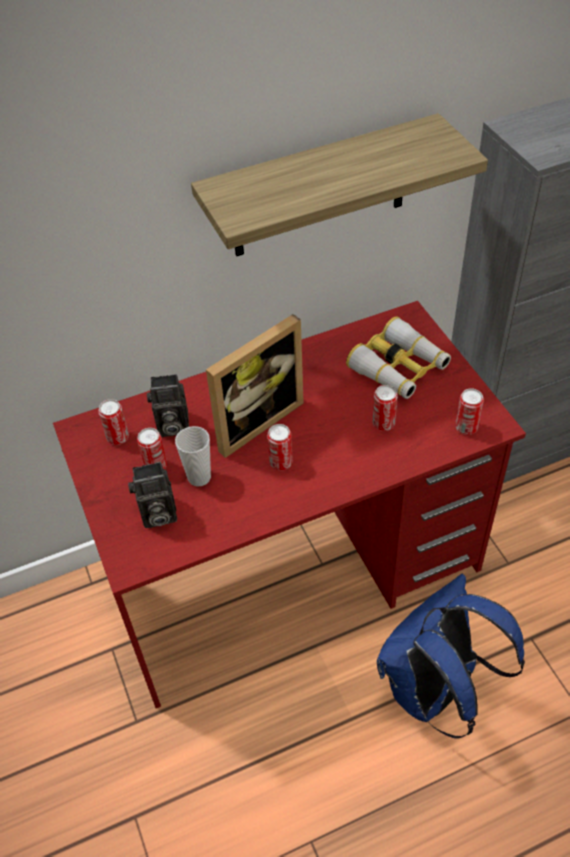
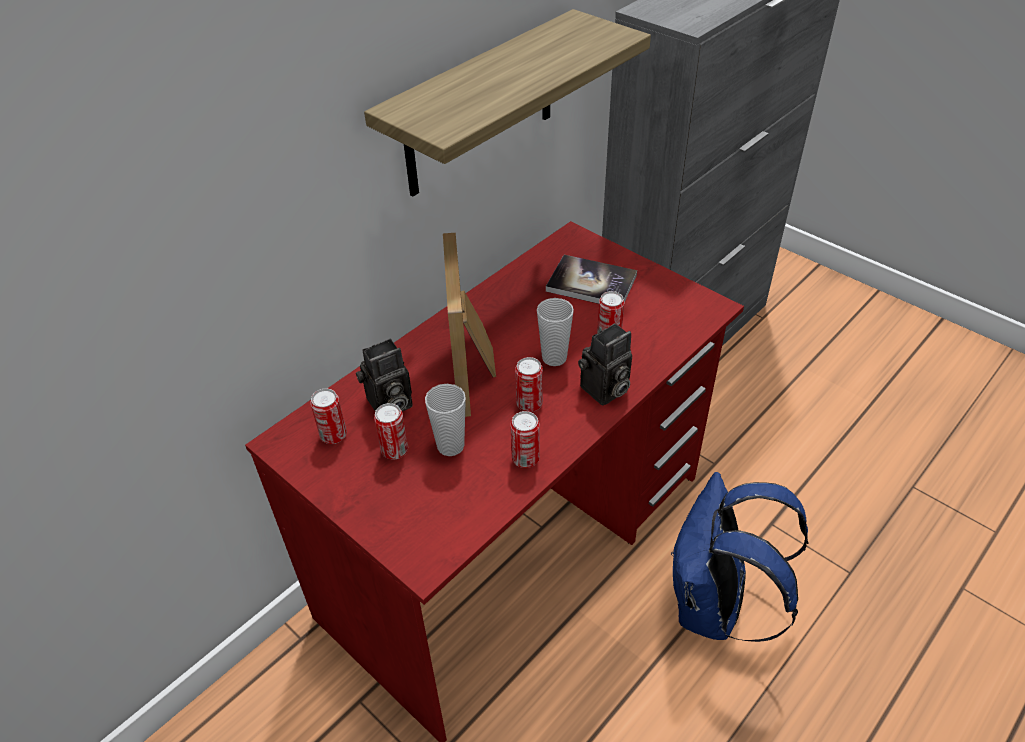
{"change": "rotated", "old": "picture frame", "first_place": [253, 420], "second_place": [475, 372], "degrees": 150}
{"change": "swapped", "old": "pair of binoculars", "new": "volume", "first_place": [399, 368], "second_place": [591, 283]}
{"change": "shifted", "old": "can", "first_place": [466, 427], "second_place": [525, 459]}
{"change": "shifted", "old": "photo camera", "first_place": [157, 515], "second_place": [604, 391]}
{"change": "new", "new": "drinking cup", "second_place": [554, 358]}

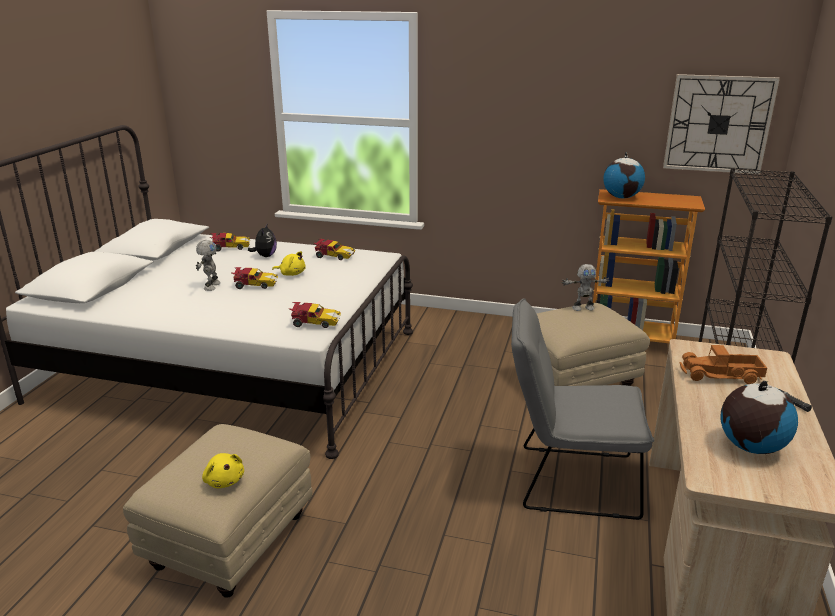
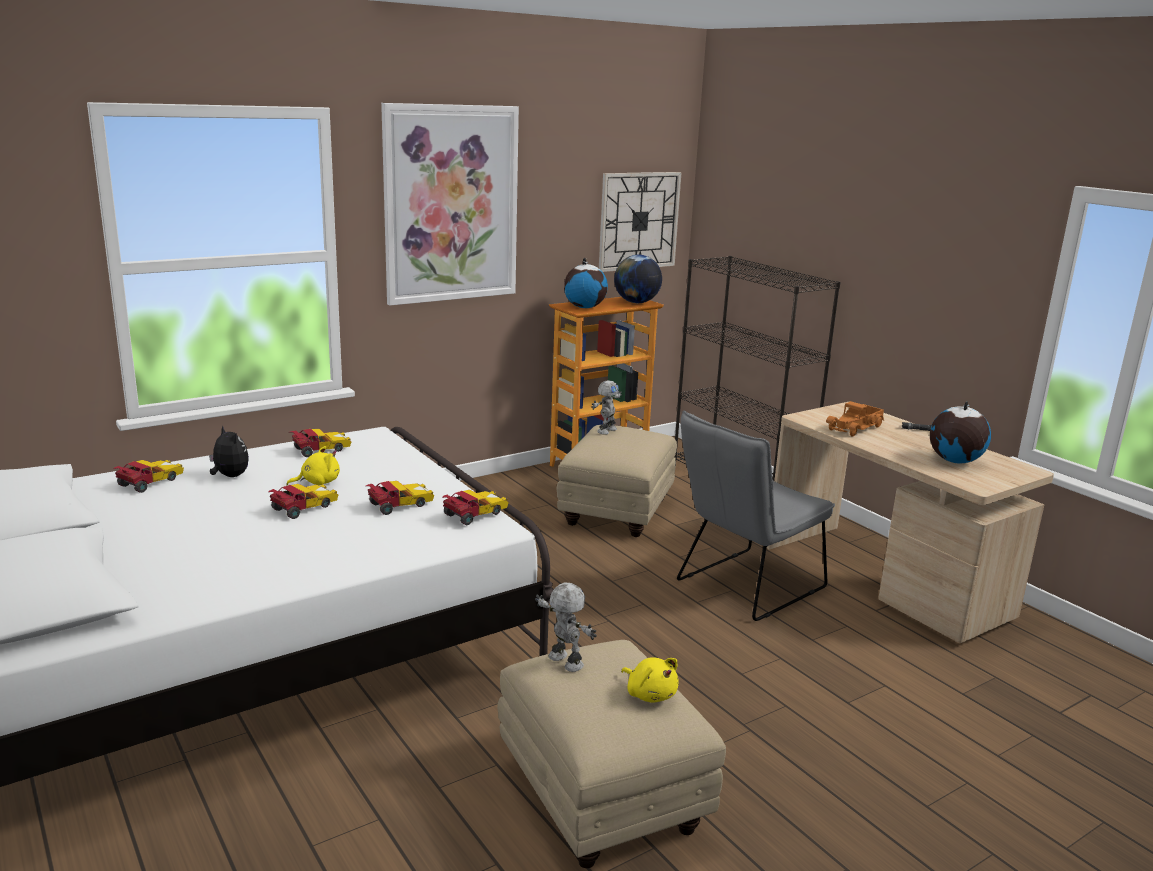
{"change": "shifted", "old": "toy robot", "first_place": [211, 286], "second_place": [564, 662]}
{"change": "rotated", "old": "yellow-coloured soft toy", "first_place": [224, 480], "second_place": [650, 694], "degrees": 45}
{"change": "new", "new": "wall art", "second_place": [451, 204]}
{"change": "new", "new": "desk globe", "second_place": [636, 302]}
{"change": "new", "new": "toy car", "second_place": [399, 505]}

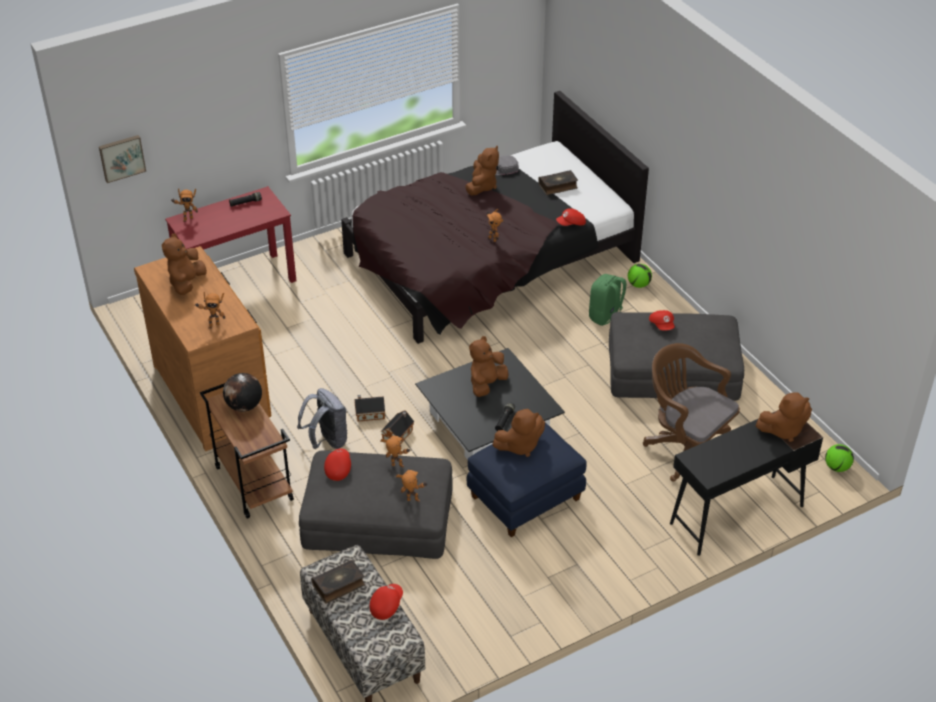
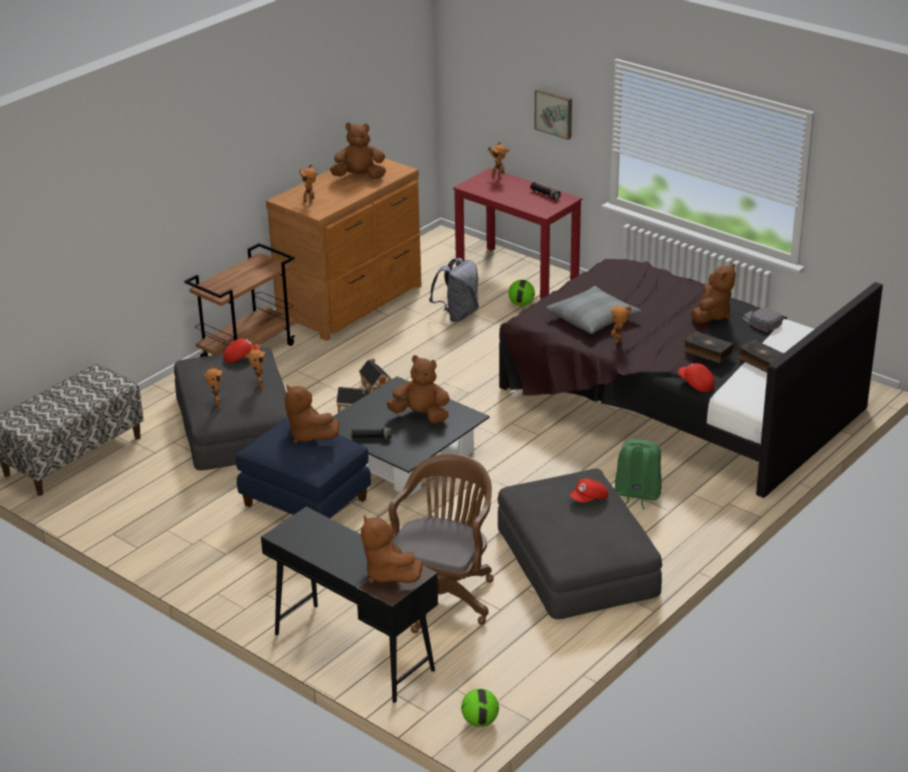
{"change": "shifted", "old": "wall art", "first_place": [121, 157], "second_place": [554, 113]}
{"change": "rotated", "old": "brown-coloured soft toy", "first_place": [482, 186], "second_place": [712, 315], "degrees": -60}
{"change": "shifted", "old": "football", "first_place": [638, 285], "second_place": [521, 304]}
{"change": "gone", "old": "desk globe", "first_place": [244, 406]}
{"change": "shifted", "old": "grey backpack", "first_place": [327, 441], "second_place": [457, 314]}
{"change": "shifted", "old": "volume", "first_place": [339, 585], "second_place": [707, 352]}
{"change": "gone", "old": "reddish baseball cap", "first_place": [386, 605]}
{"change": "new", "new": "grey pillow", "second_place": [593, 318]}

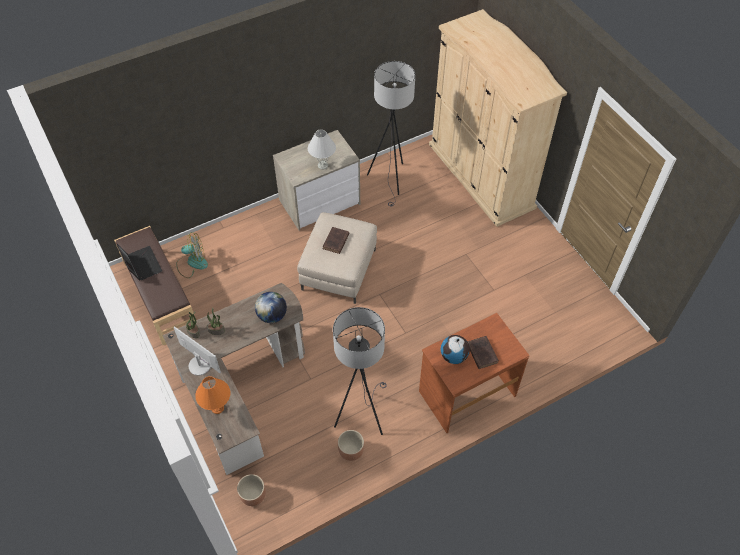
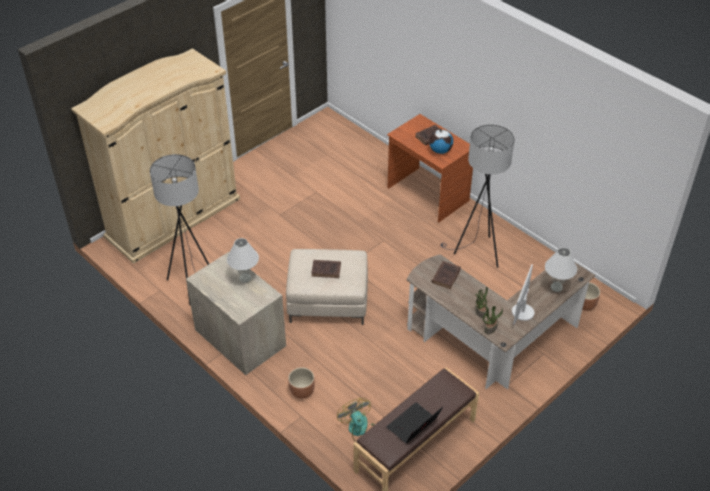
{"change": "swapped", "old": "desk globe", "new": "brown-coloured volume", "first_place": [272, 315], "second_place": [446, 276]}
{"change": "repainted", "old": "orange-coloured tabletop lamp", "new": "whitish tabletop lamp", "first_place": [217, 407], "second_place": [556, 287]}
{"change": "shifted", "old": "brown-coloured plant pot", "first_place": [351, 451], "second_place": [301, 391]}

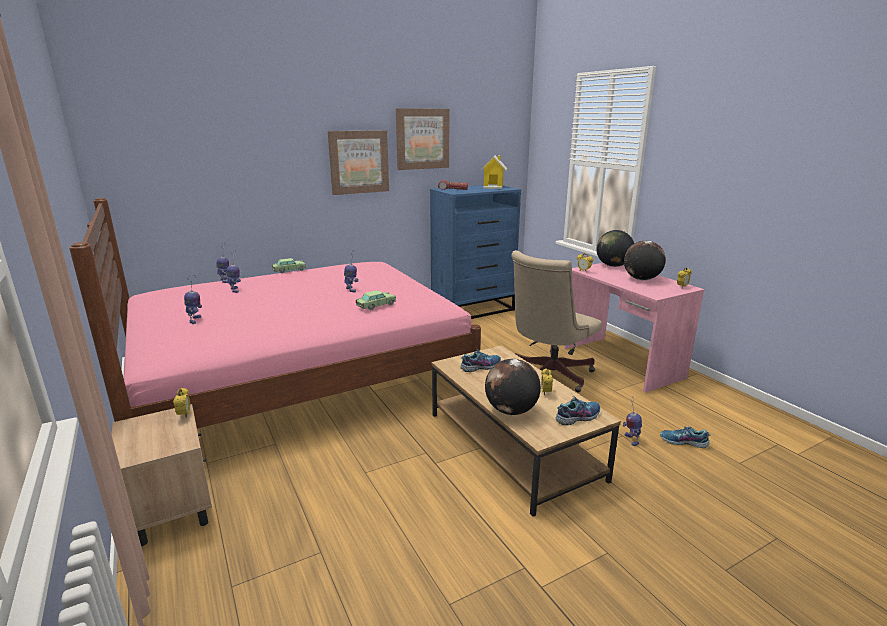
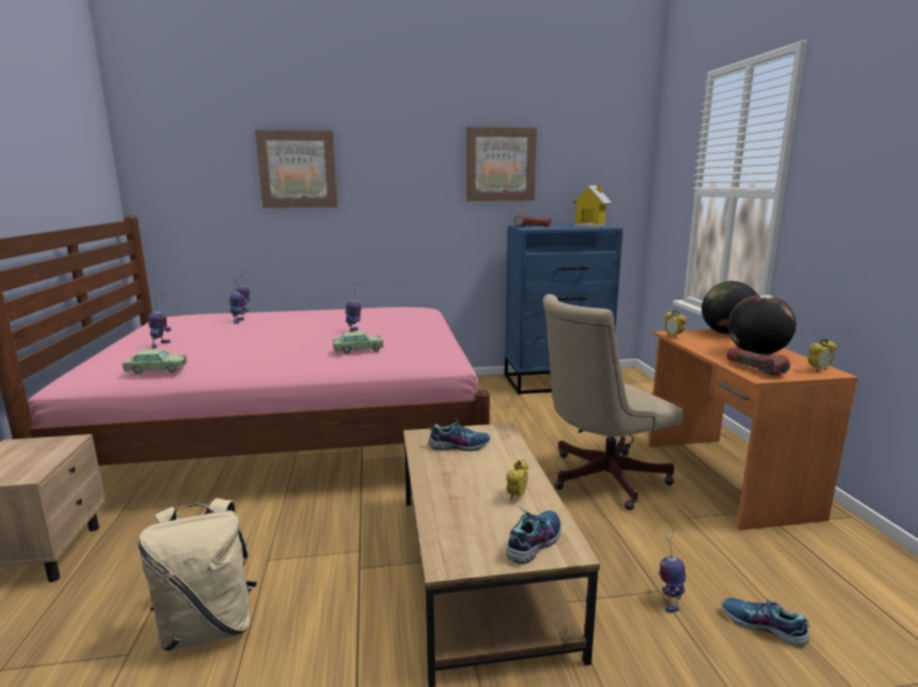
{"change": "shifted", "old": "wall art", "first_place": [359, 162], "second_place": [297, 169]}
{"change": "shifted", "old": "toy car", "first_place": [289, 270], "second_place": [157, 371]}
{"change": "repainted", "old": "pink desk", "new": "orange-coloured desk", "first_place": [621, 362], "second_place": [725, 478]}
{"change": "gone", "old": "desk globe", "first_place": [511, 411]}
{"change": "gone", "old": "table clock", "first_place": [184, 415]}
{"change": "rotated", "old": "shoe", "first_place": [577, 417], "second_place": [533, 542], "degrees": -45}
{"change": "new", "new": "hand torch", "second_place": [755, 369]}
{"change": "new", "new": "beige-coloured backpack", "second_place": [209, 627]}

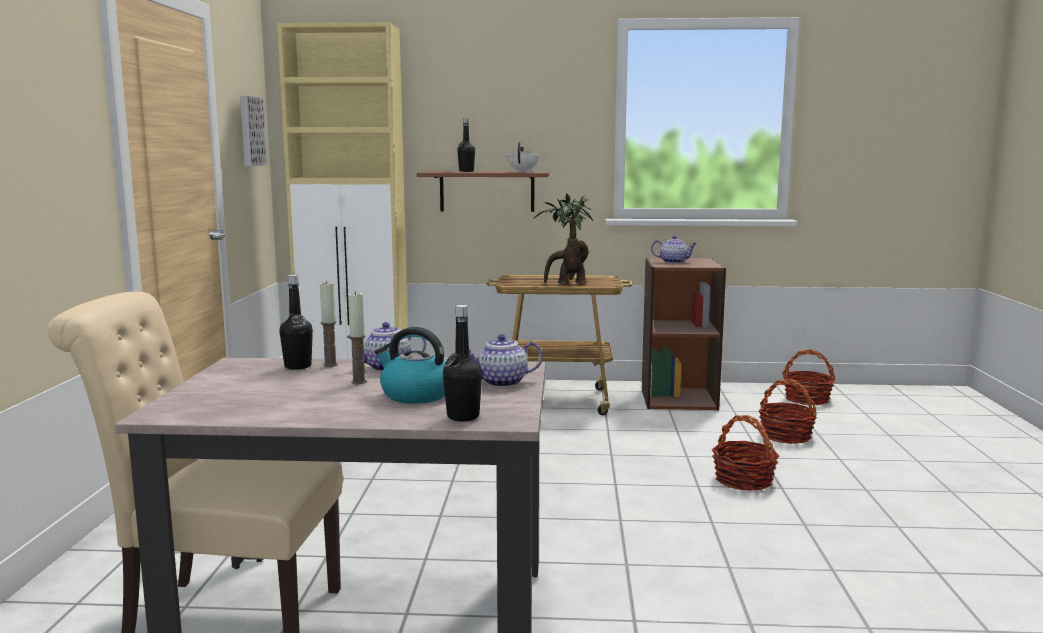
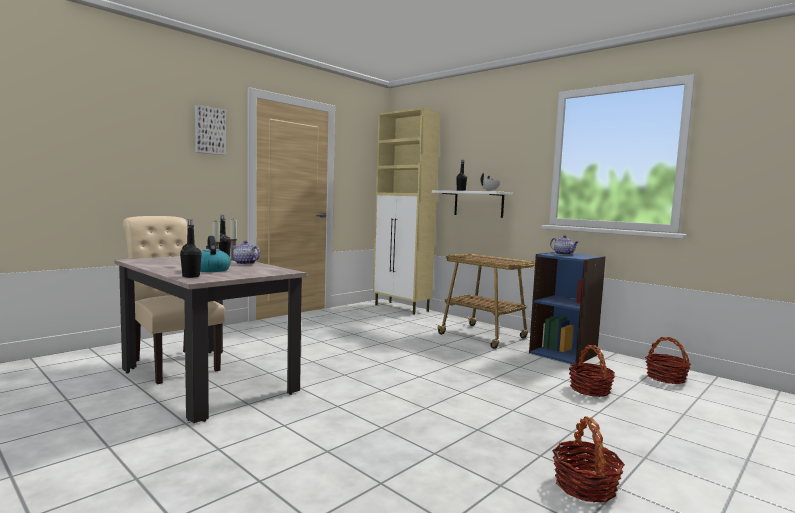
{"change": "shifted", "old": "wall art", "first_place": [250, 131], "second_place": [209, 131]}
{"change": "repainted", "old": "brown-coloured bracket shelf", "new": "whitish bracket shelf", "first_place": [487, 191], "second_place": [478, 204]}
{"change": "gone", "old": "plant in a pot", "first_place": [567, 283]}
{"change": "repainted", "old": "brown-coloured bookshelf", "new": "bluish bookshelf", "first_place": [678, 399], "second_place": [563, 354]}
{"change": "gone", "old": "pot for tea", "first_place": [501, 383]}
{"change": "shifted", "old": "storage basket", "first_place": [743, 480], "second_place": [585, 486]}

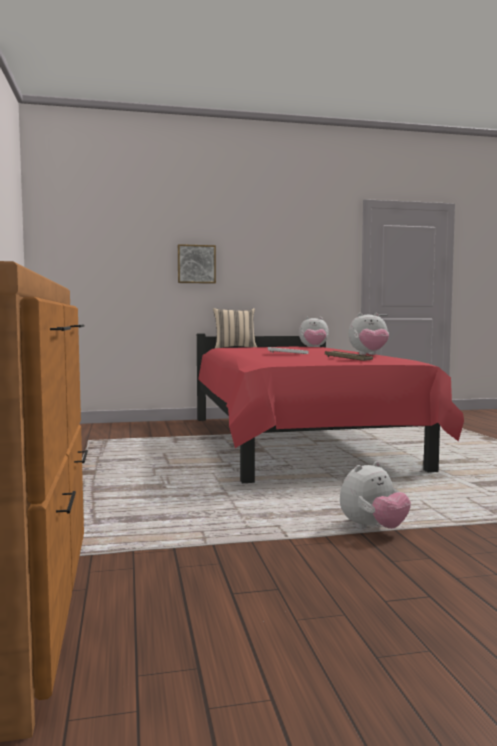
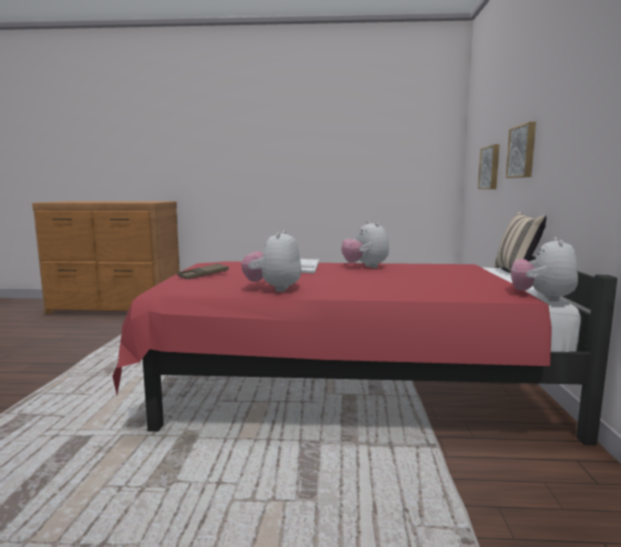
{"change": "shifted", "old": "soft toy", "first_place": [373, 528], "second_place": [365, 267]}
{"change": "new", "new": "wall art", "second_place": [490, 167]}

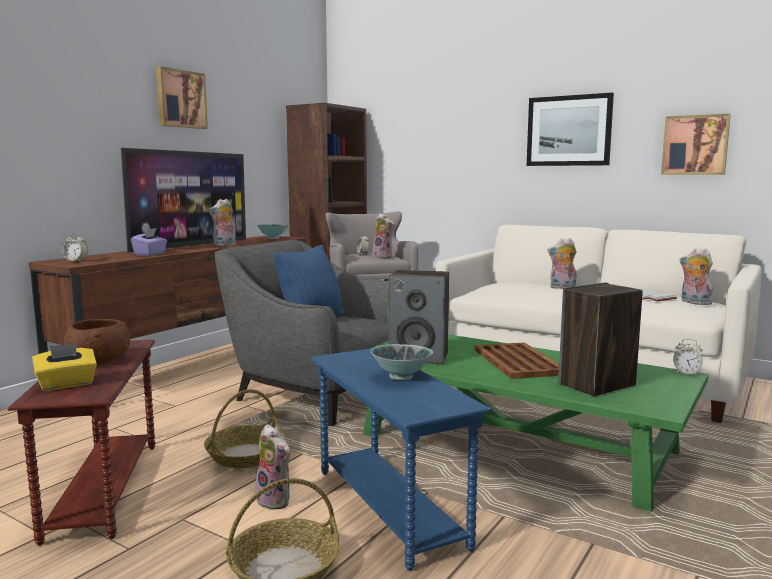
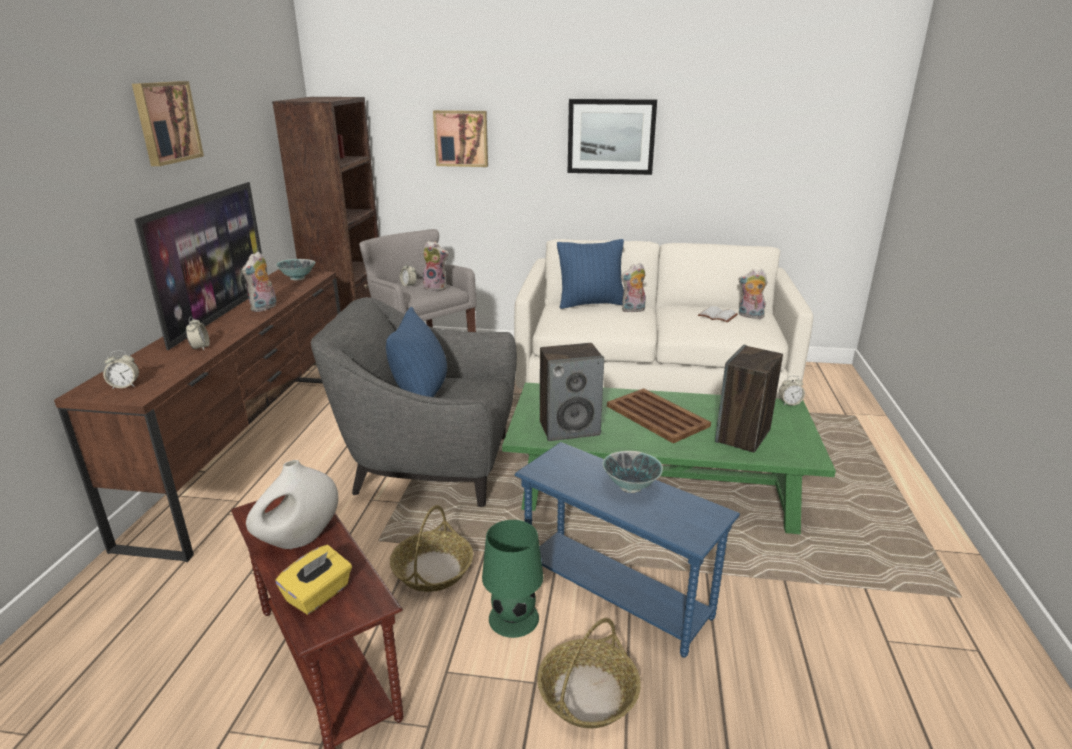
{"change": "shifted", "old": "wall art", "first_place": [695, 145], "second_place": [461, 138]}
{"change": "swapped", "old": "purple tissue box", "new": "table clock", "first_place": [150, 254], "second_place": [200, 348]}
{"change": "swapped", "old": "brown-coloured serving bowl", "new": "whitish flower vase", "first_place": [98, 360], "second_place": [299, 540]}
{"change": "swapped", "old": "soft toy", "new": "green-coloured tabletop lamp", "first_place": [276, 500], "second_place": [513, 618]}
{"change": "new", "new": "bluish pillow", "second_place": [591, 304]}

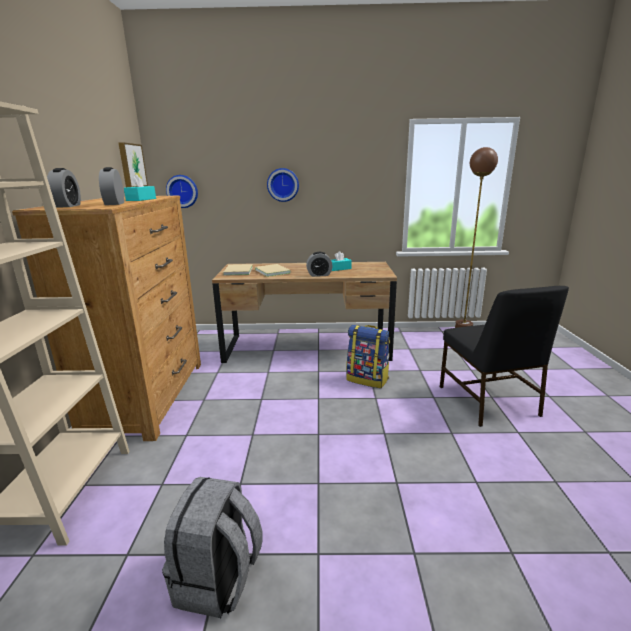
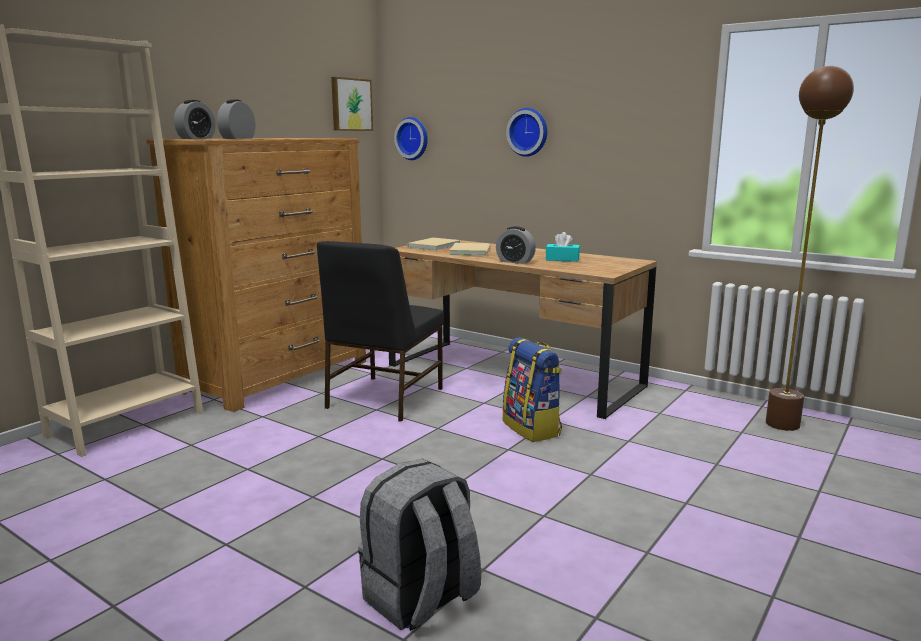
{"change": "gone", "old": "blue-green tissue box", "first_place": [141, 199]}
{"change": "shifted", "old": "black-coloured plain chair", "first_place": [488, 401], "second_place": [383, 398]}
{"change": "shifted", "old": "grey backpack", "first_place": [218, 581], "second_place": [420, 599]}

